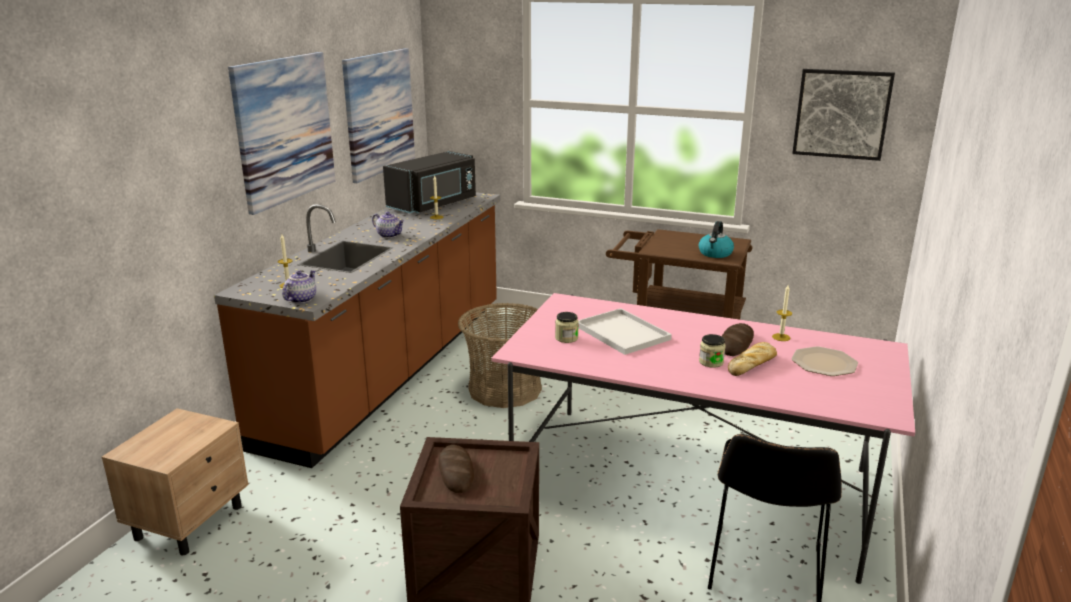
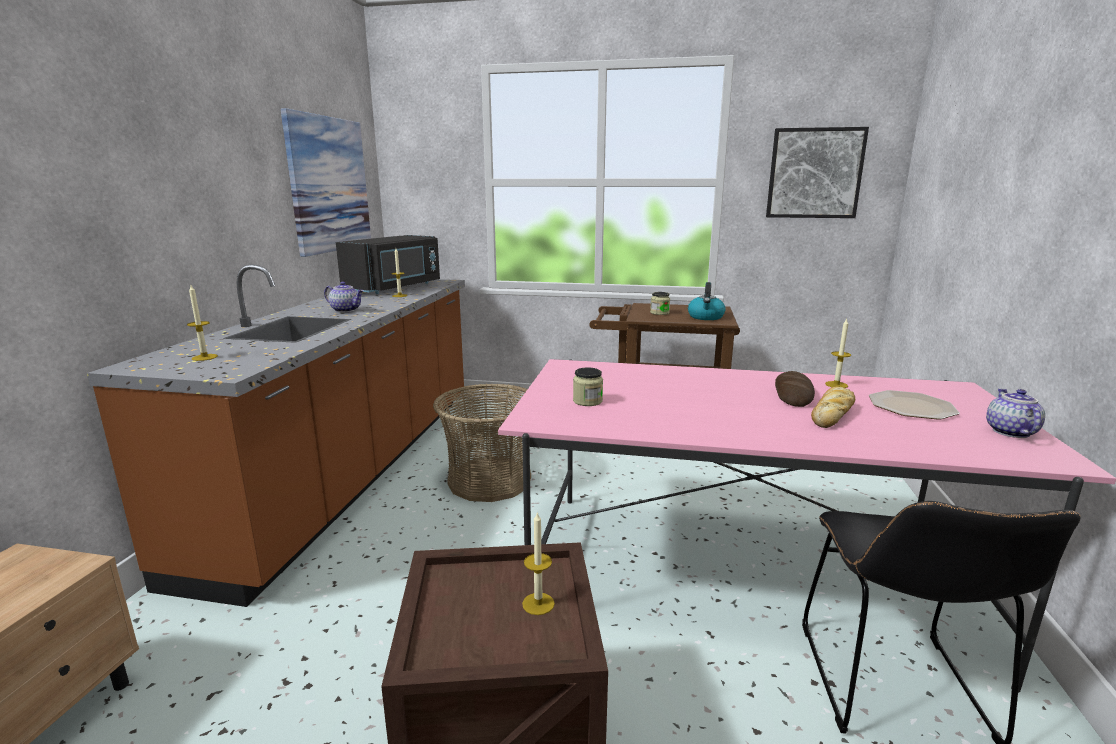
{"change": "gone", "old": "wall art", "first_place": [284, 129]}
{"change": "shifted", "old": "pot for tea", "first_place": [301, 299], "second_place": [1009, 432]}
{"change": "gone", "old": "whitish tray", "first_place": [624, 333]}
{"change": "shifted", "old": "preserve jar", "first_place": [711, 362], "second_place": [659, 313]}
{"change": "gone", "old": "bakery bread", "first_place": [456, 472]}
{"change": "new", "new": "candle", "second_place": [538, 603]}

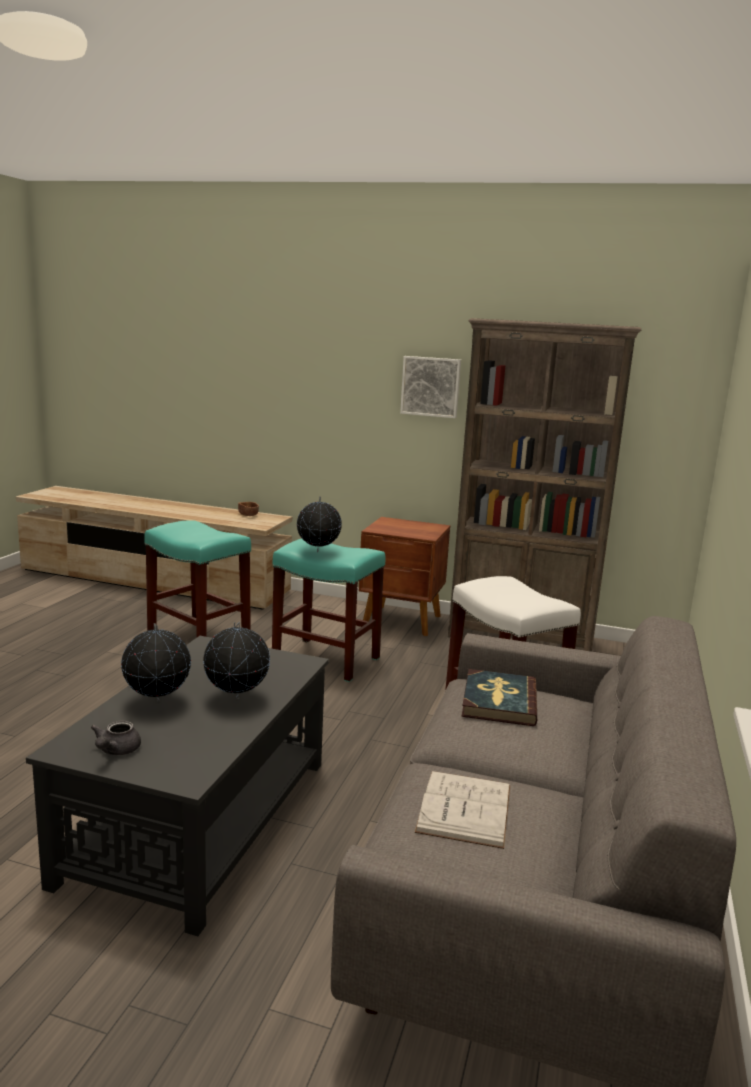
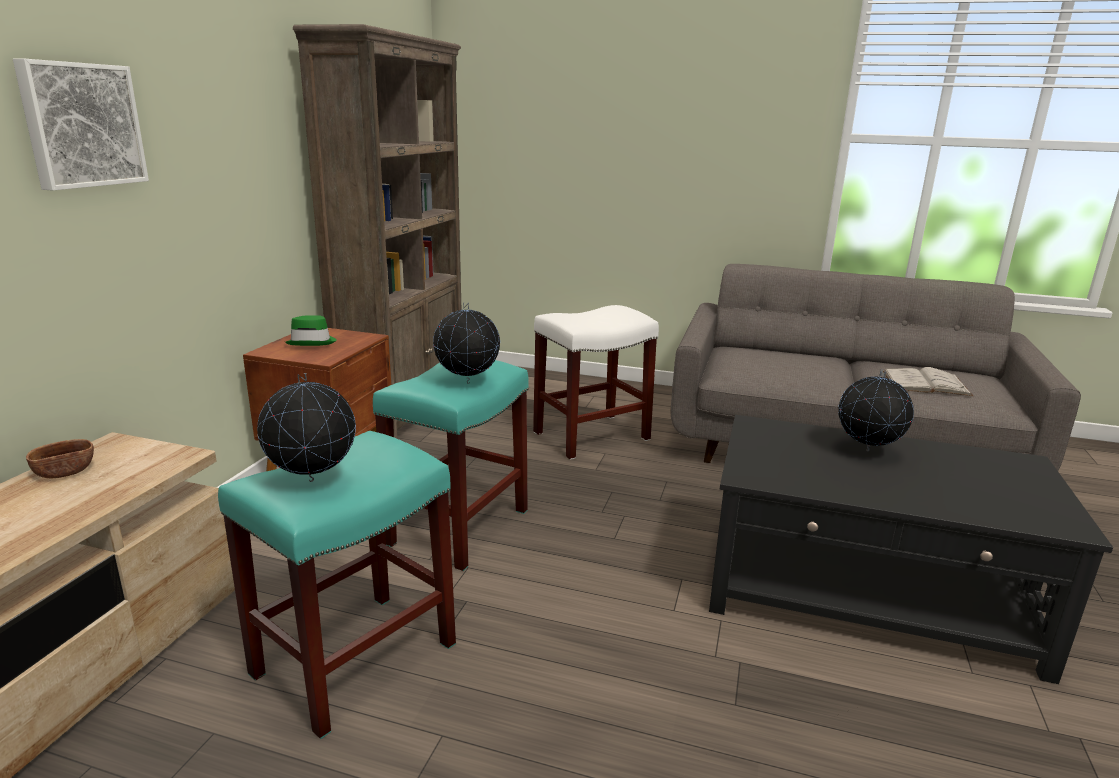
{"change": "shifted", "old": "wall art", "first_place": [431, 386], "second_place": [81, 125]}
{"change": "shifted", "old": "desk globe", "first_place": [157, 702], "second_place": [313, 481]}
{"change": "gone", "old": "volume", "first_place": [498, 701]}
{"change": "gone", "old": "grey pot for tea", "first_place": [116, 751]}
{"change": "new", "new": "green-coloured wearable hat", "second_place": [312, 342]}

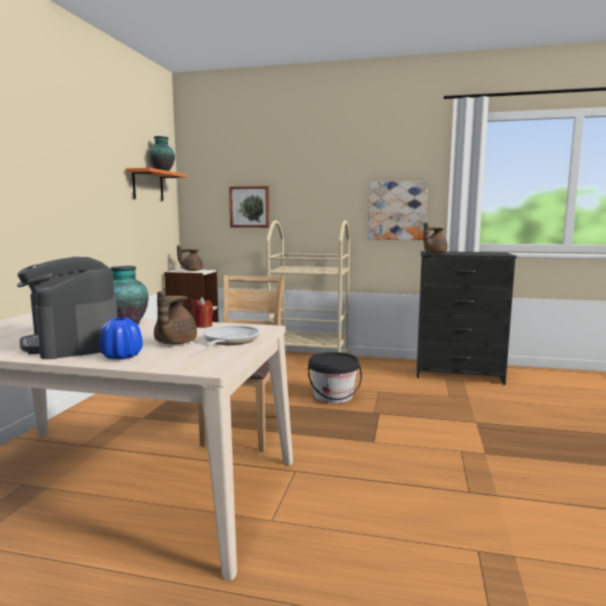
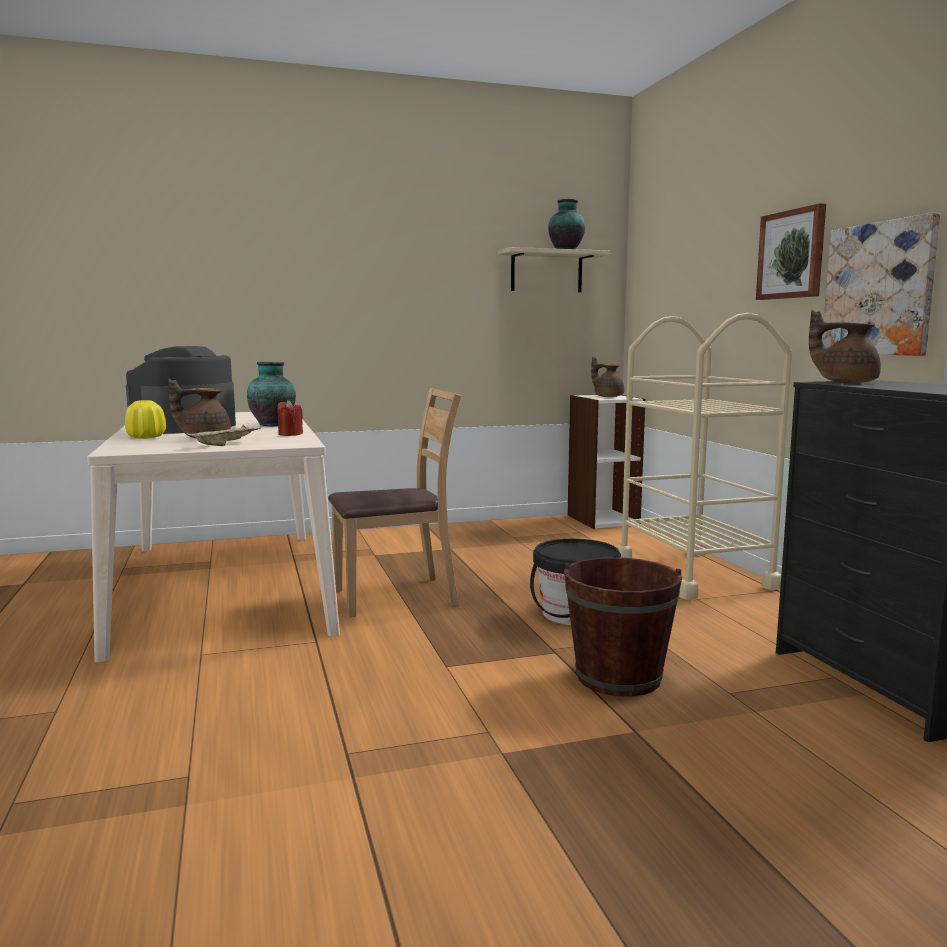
{"change": "repainted", "old": "orange-coloured bracket shelf", "new": "beige-coloured bracket shelf", "first_place": [148, 186], "second_place": [546, 272]}
{"change": "shifted", "old": "wall art", "first_place": [250, 207], "second_place": [792, 254]}
{"change": "repainted", "old": "bluish flower vase", "new": "yellow-coloured flower vase", "first_place": [121, 356], "second_place": [146, 437]}
{"change": "swapped", "old": "skillet", "new": "beige-coloured tray", "first_place": [229, 341], "second_place": [225, 444]}
{"change": "new", "new": "brown-coloured pail", "second_place": [618, 677]}

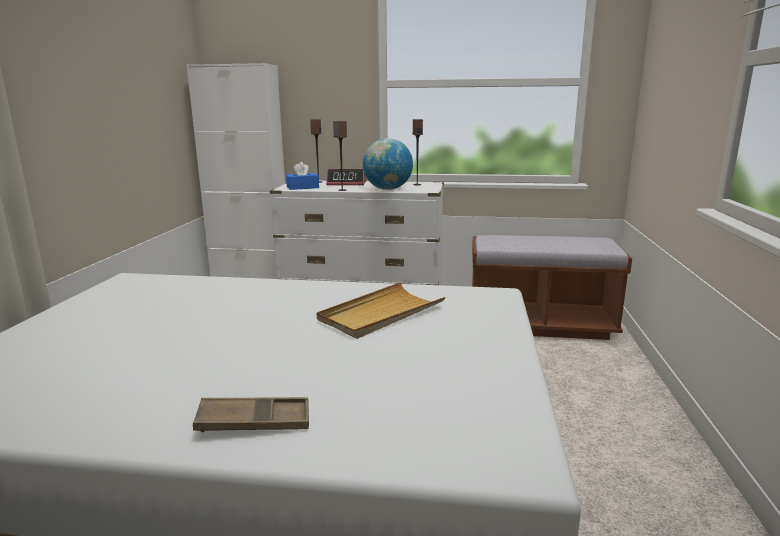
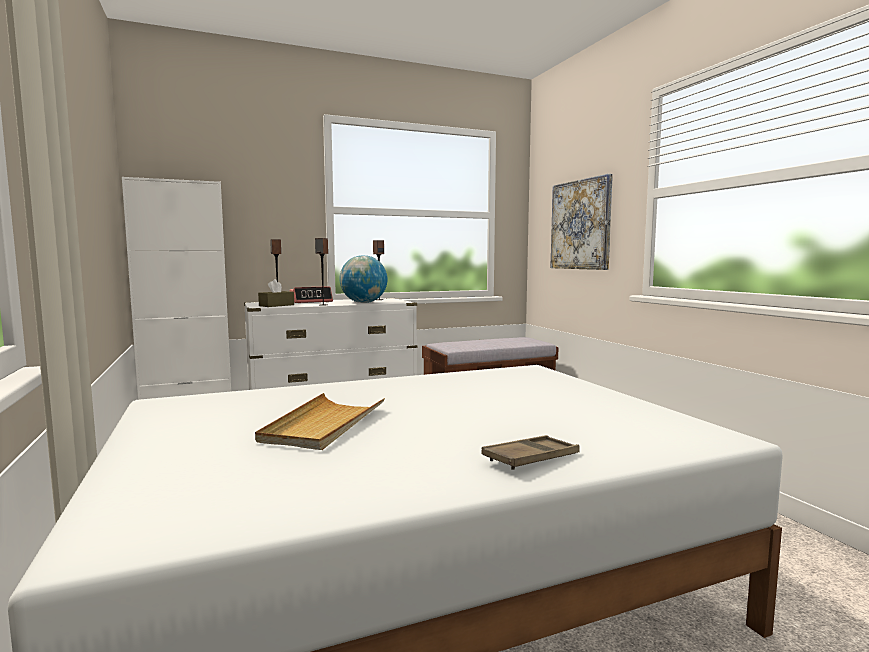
{"change": "repainted", "old": "bluish tissue box", "new": "brown-coloured tissue box", "first_place": [303, 187], "second_place": [276, 305]}
{"change": "shifted", "old": "beige-coloured tray", "first_place": [381, 314], "second_place": [324, 425]}
{"change": "new", "new": "wall art", "second_place": [581, 225]}

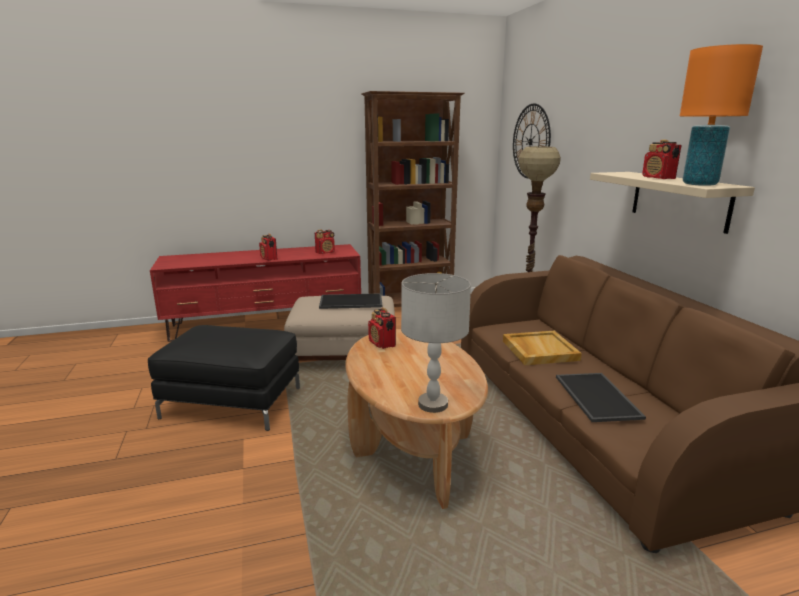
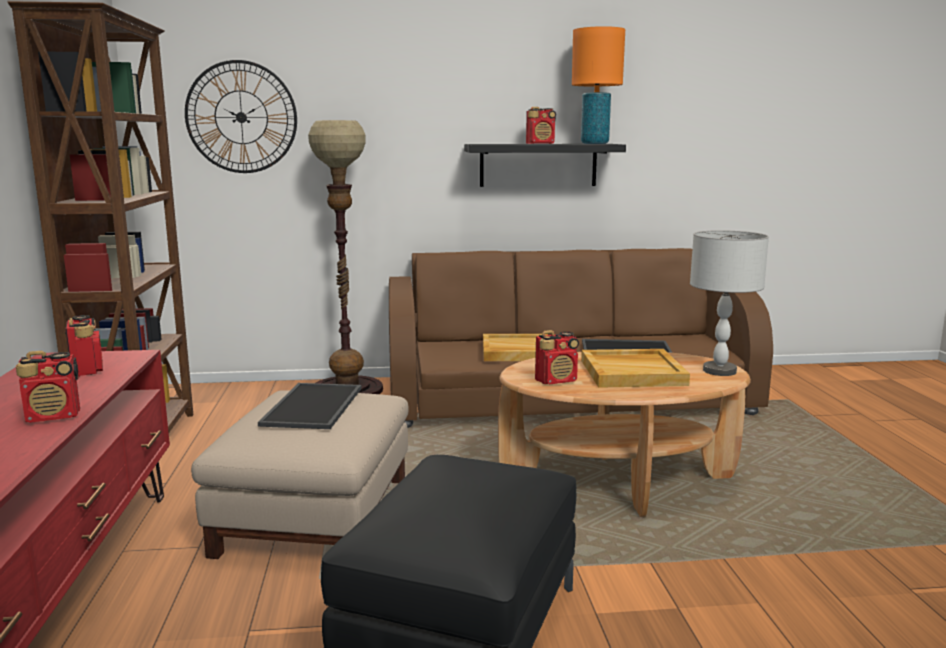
{"change": "repainted", "old": "beige-coloured bracket shelf", "new": "black-coloured bracket shelf", "first_place": [679, 200], "second_place": [538, 165]}
{"change": "new", "new": "beige-coloured tray", "second_place": [633, 372]}

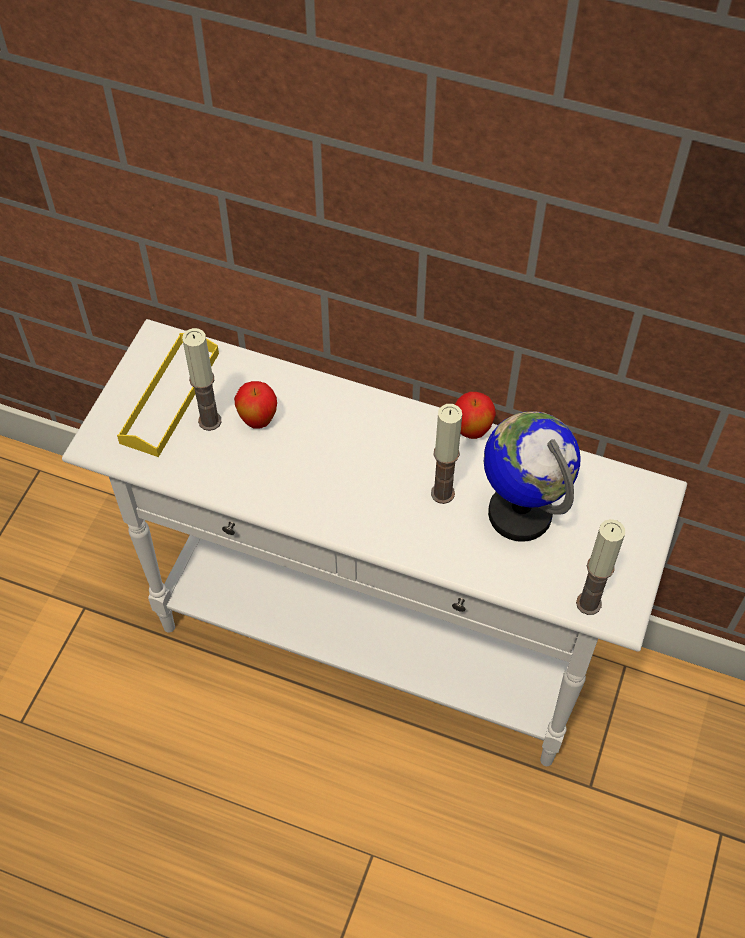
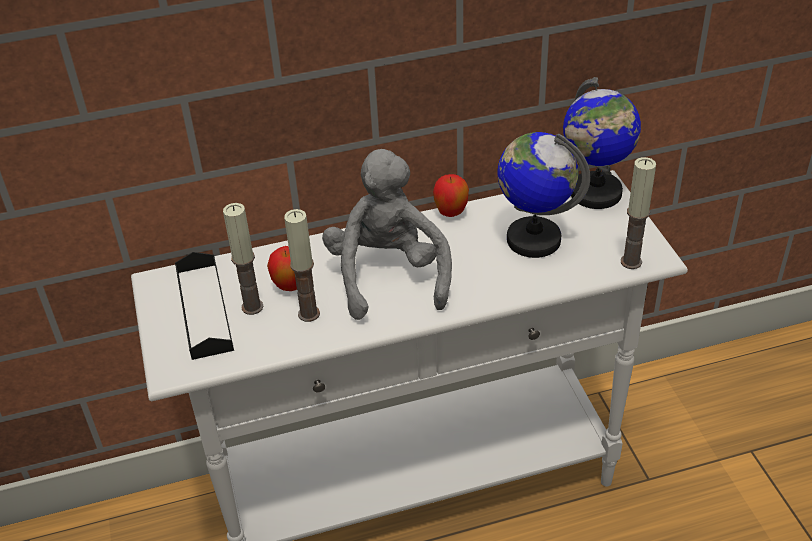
{"change": "repainted", "old": "yellow-coloured tray", "new": "black-coloured tray", "first_place": [170, 397], "second_place": [204, 309]}
{"change": "shifted", "old": "candle", "first_place": [442, 493], "second_place": [308, 314]}
{"change": "new", "new": "desk globe", "second_place": [595, 193]}
{"change": "new", "new": "grey soft toy", "second_place": [388, 275]}

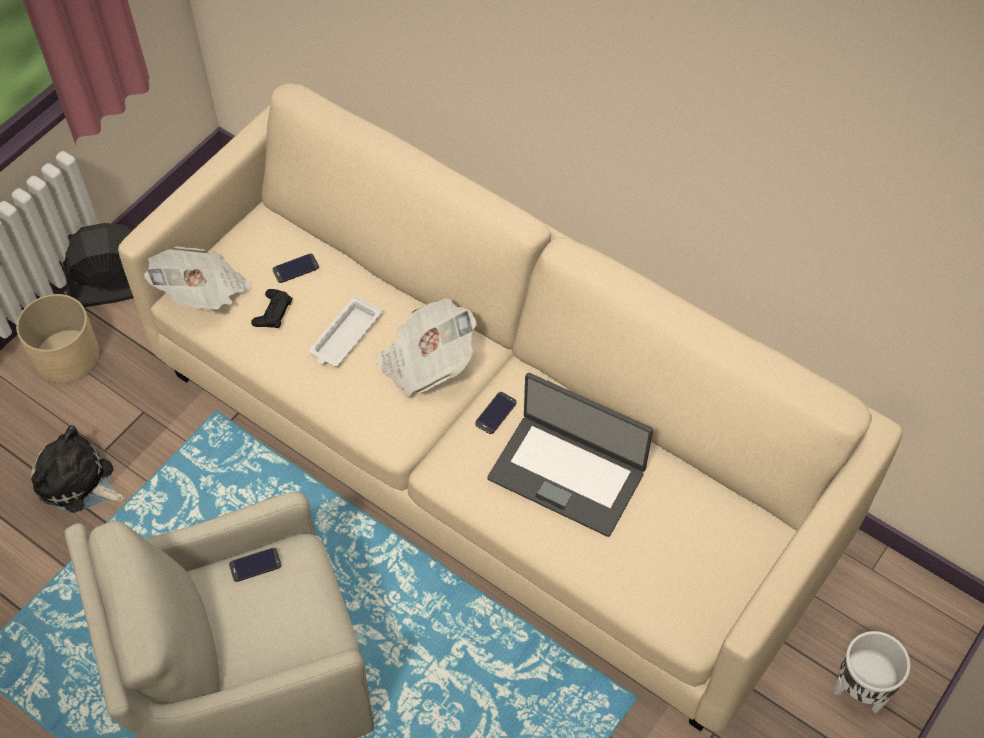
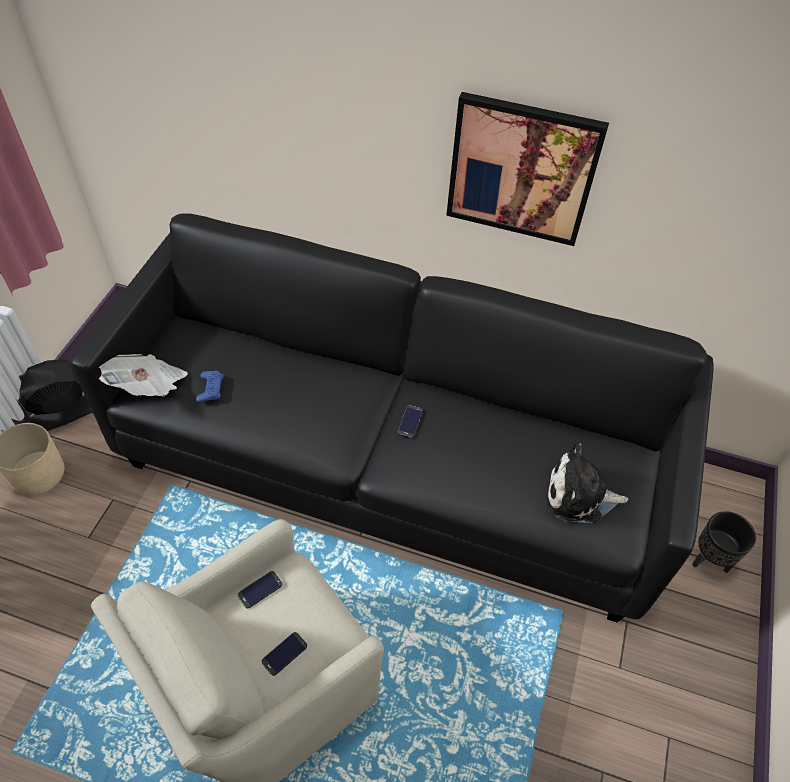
{"change": "repainted", "old": "beige-coloured couch", "new": "black-coloured couch", "first_place": [493, 452], "second_place": [392, 462]}
{"change": "shifted", "old": "handset", "first_place": [295, 268], "second_place": [284, 653]}
{"change": "repainted", "old": "black-coloured joypad", "new": "bluish joypad", "first_place": [272, 312], "second_place": [210, 389]}
{"change": "gone", "old": "whitish tray", "first_place": [345, 336]}
{"change": "gone", "old": "daily paper", "first_place": [426, 362]}
{"change": "gone", "old": "notebook computer", "first_place": [567, 473]}
{"change": "shifted", "old": "soft toy", "first_place": [78, 482], "second_place": [579, 496]}
{"change": "repainted", "old": "whitish plant pot", "new": "black-coloured plant pot", "first_place": [859, 690], "second_place": [708, 559]}
{"change": "new", "new": "wall art", "second_place": [522, 170]}

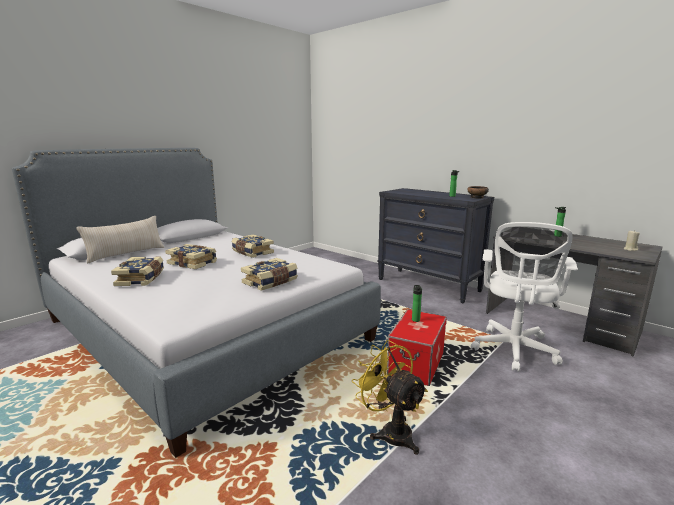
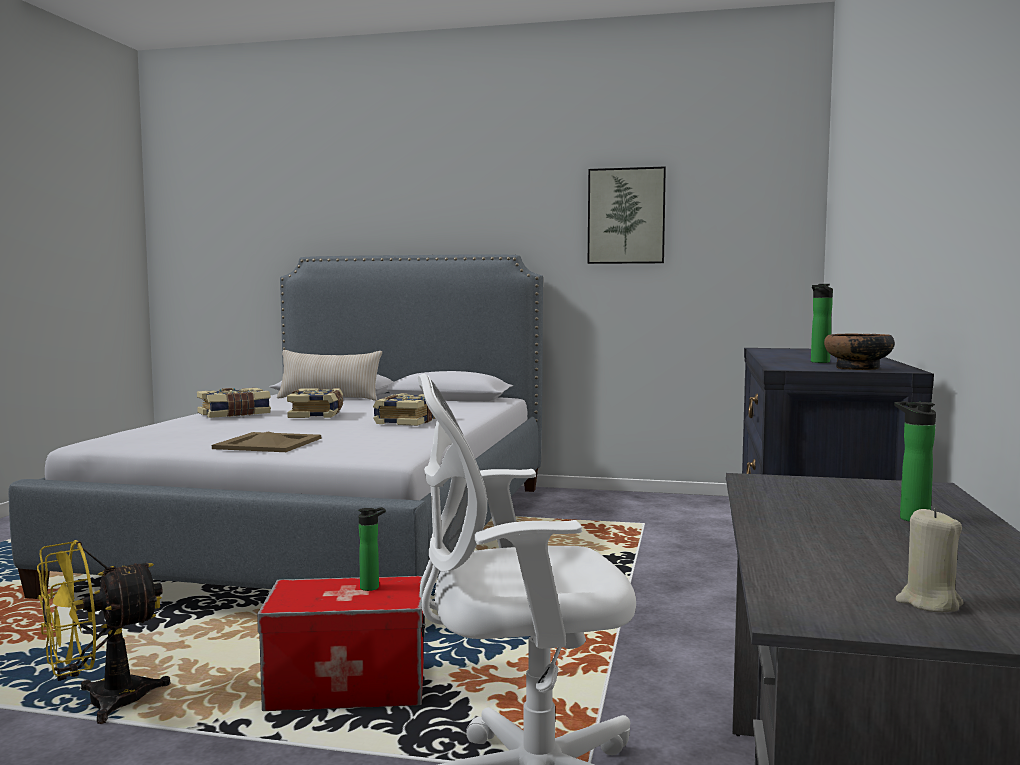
{"change": "swapped", "old": "volume", "new": "beige-coloured tray", "first_place": [271, 282], "second_place": [268, 443]}
{"change": "rotated", "old": "yellow-coloured cooling fan", "first_place": [390, 431], "second_place": [100, 703], "degrees": -150}
{"change": "new", "new": "wall art", "second_place": [626, 216]}

